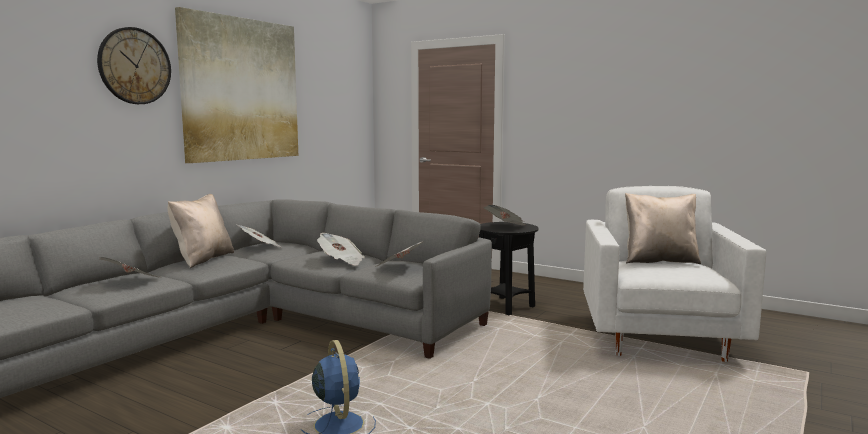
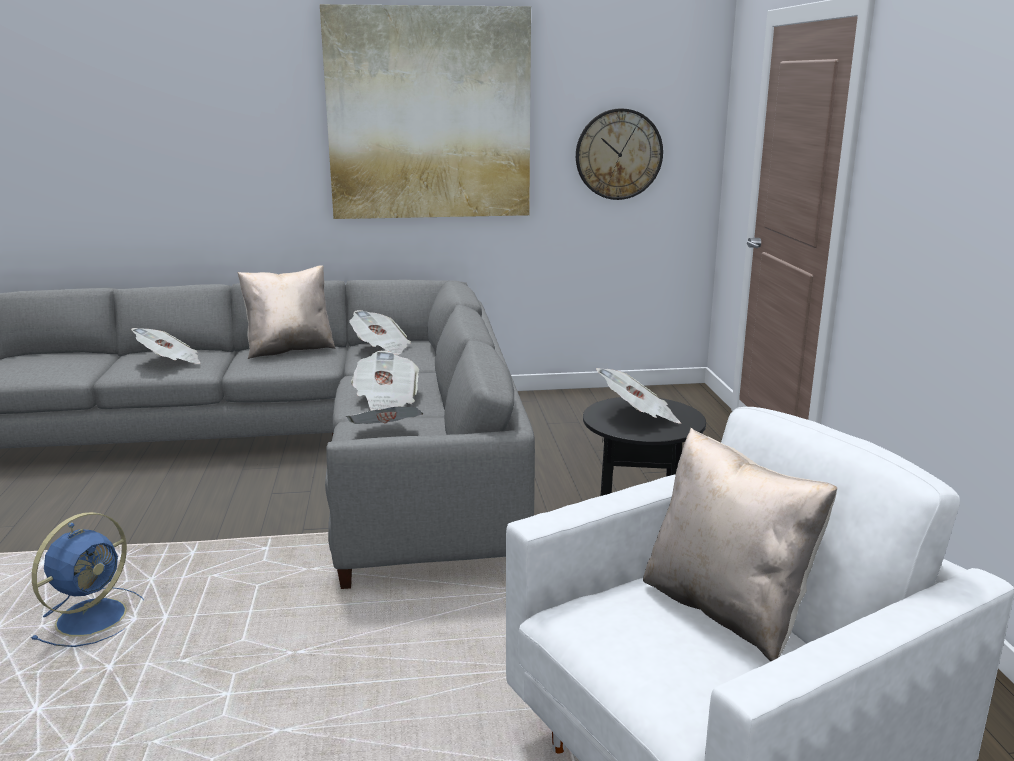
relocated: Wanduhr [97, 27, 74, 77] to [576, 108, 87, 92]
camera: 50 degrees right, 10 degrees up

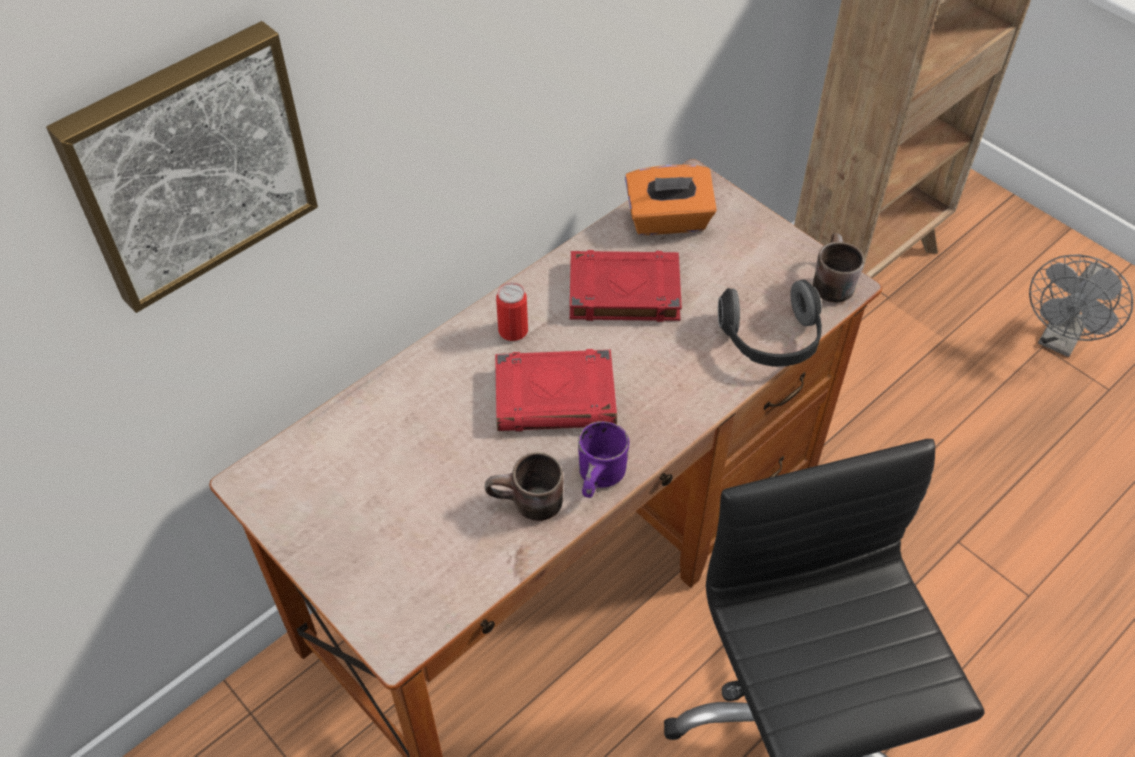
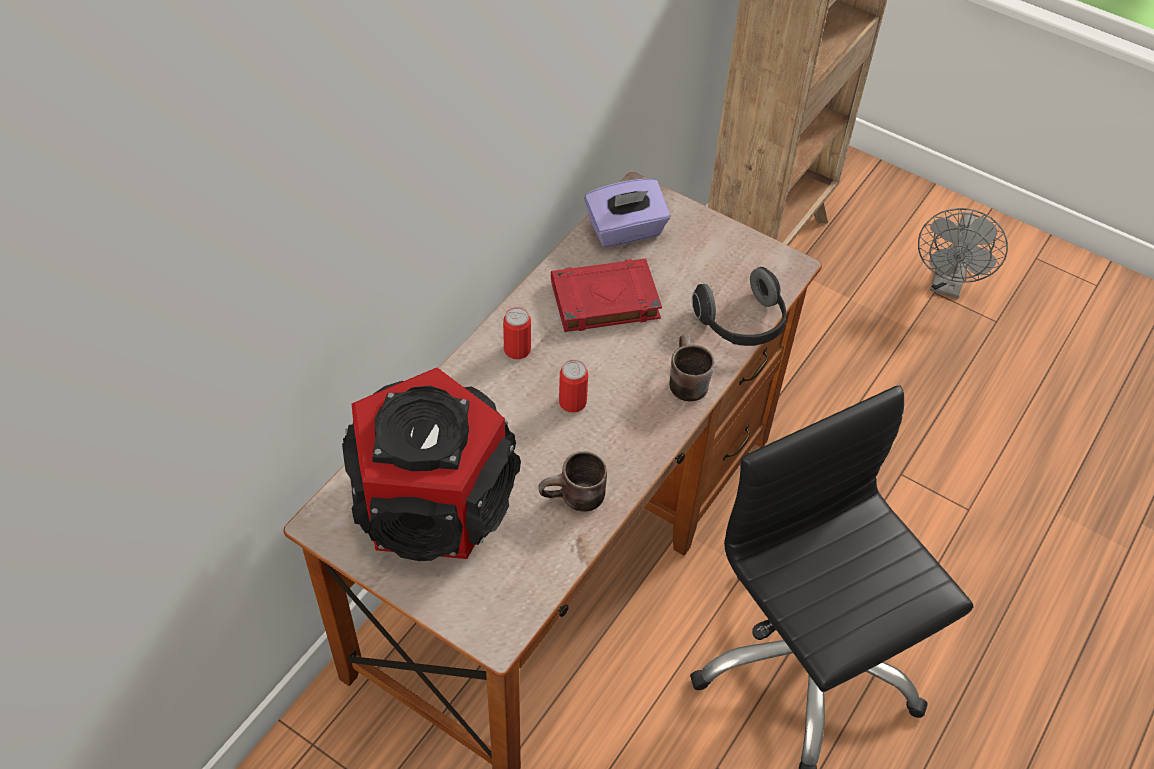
missing: Bild [46, 21, 272, 292]; Henkelbecher [lila] [578, 421, 51, 77]
appeared: Lautsprecher [342, 368, 179, 193]
relocated: Henkelbecher [braun] [813, 233, 51, 69] to [669, 335, 46, 66]
exchanged: Buch [rot] [495, 349, 122, 83] to Dose [559, 360, 29, 53]
colour: Taschentuchbox [orange] [625, 165, 92, 70] to Taschentuchbox [lila] [584, 179, 87, 69]
camera: 15 degrees left, 0 degrees up

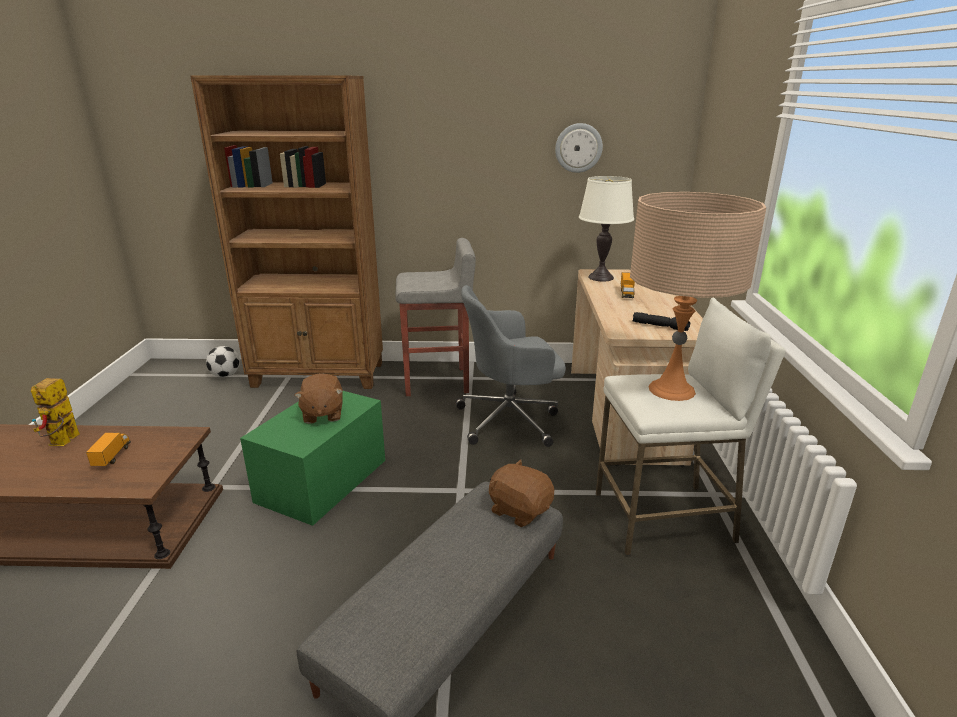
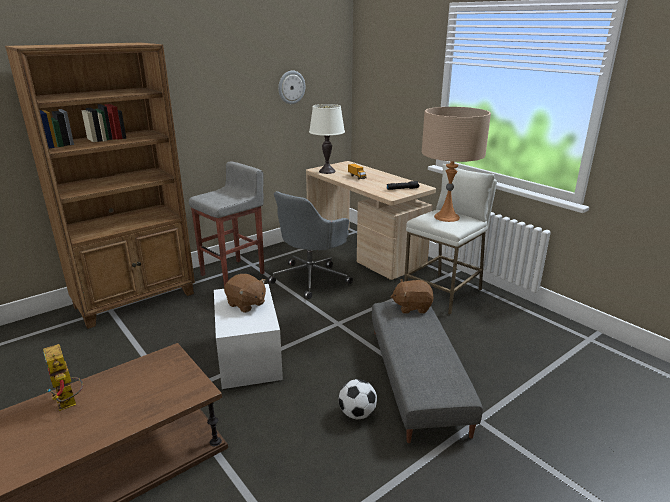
missing: Spielzeuglaster [86, 433, 45, 33]
relocated: Fußball [206, 346, 34, 31] to [339, 379, 38, 40]
colour: Aufbewahrungsbox [grün] [240, 391, 145, 135] to Aufbewahrungsbox [weiß] [214, 284, 69, 105]
camera: 40 degrees left, 0 degrees up

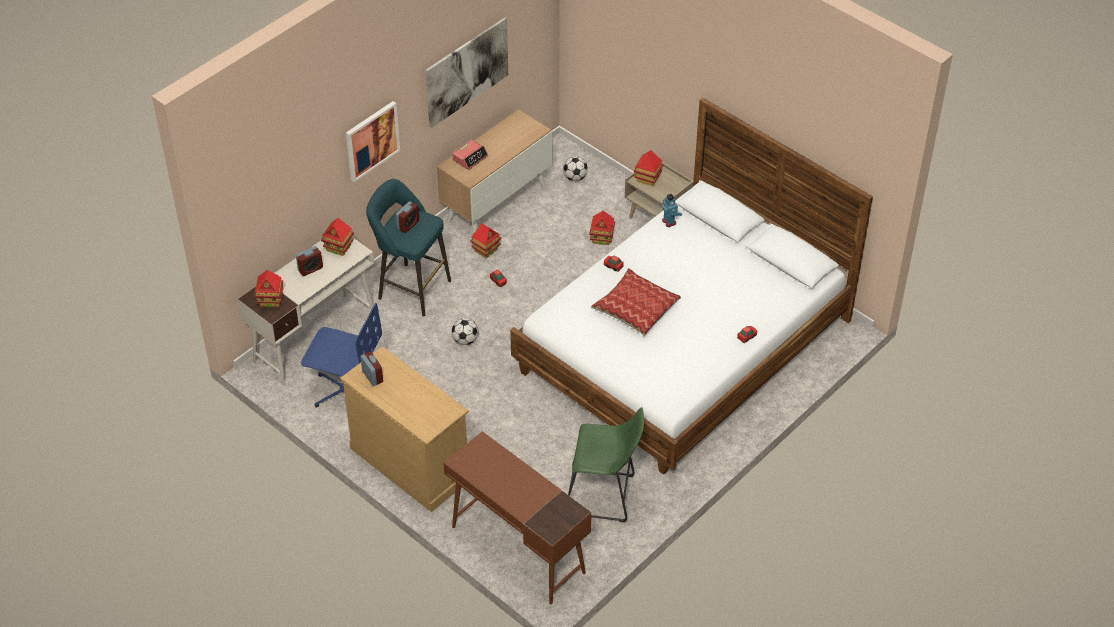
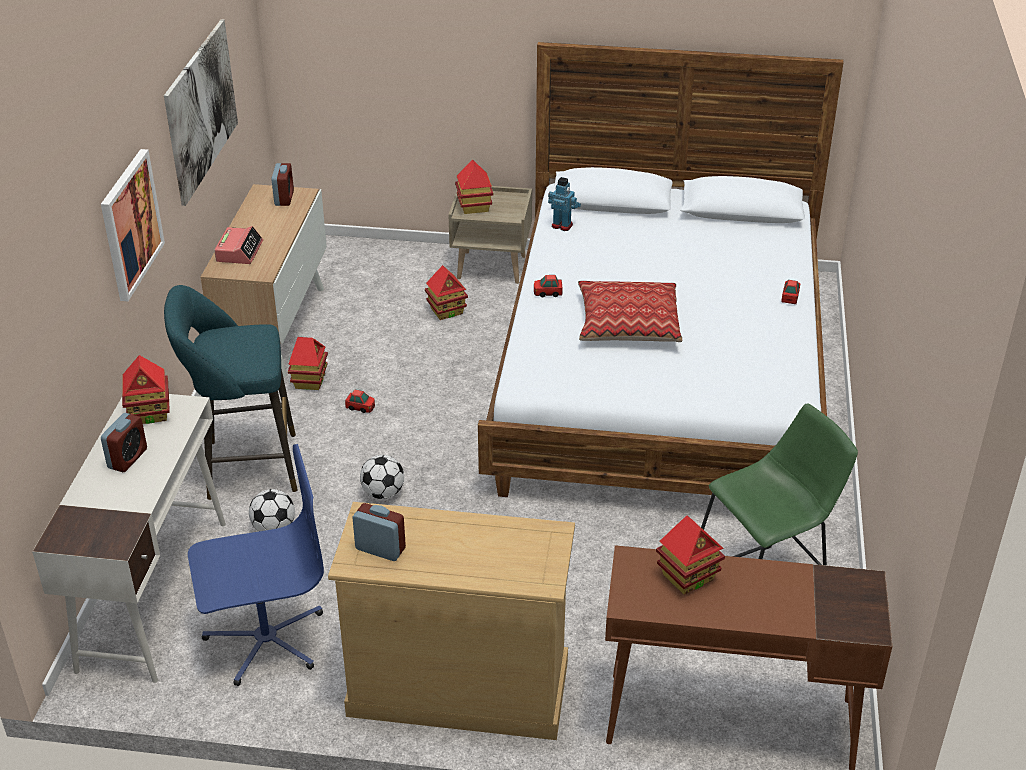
relocated: Fußball [563, 156, 25, 25] to [249, 489, 46, 42]; Wecker [396, 201, 23, 32] to [271, 163, 23, 43]; Spielzeughaus [254, 270, 29, 37] to [656, 515, 69, 80]
camera: 35 degrees left, 10 degrees down

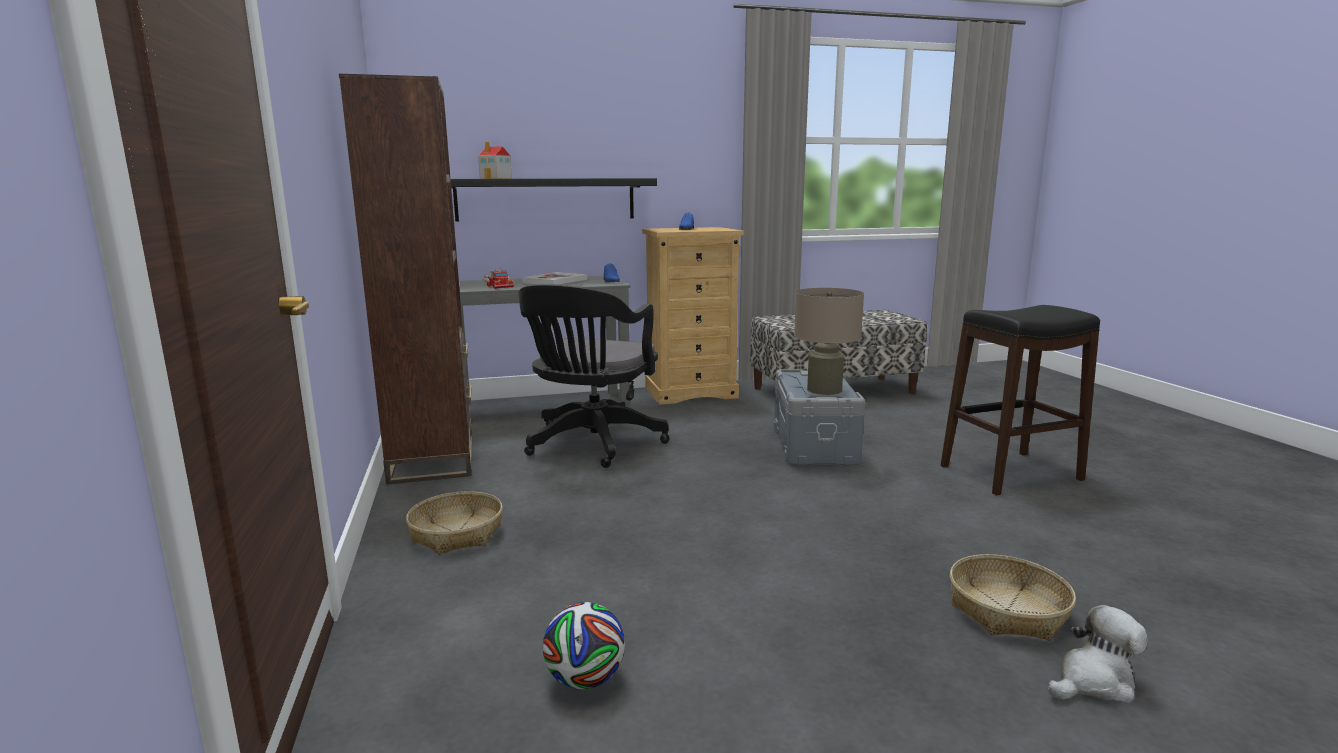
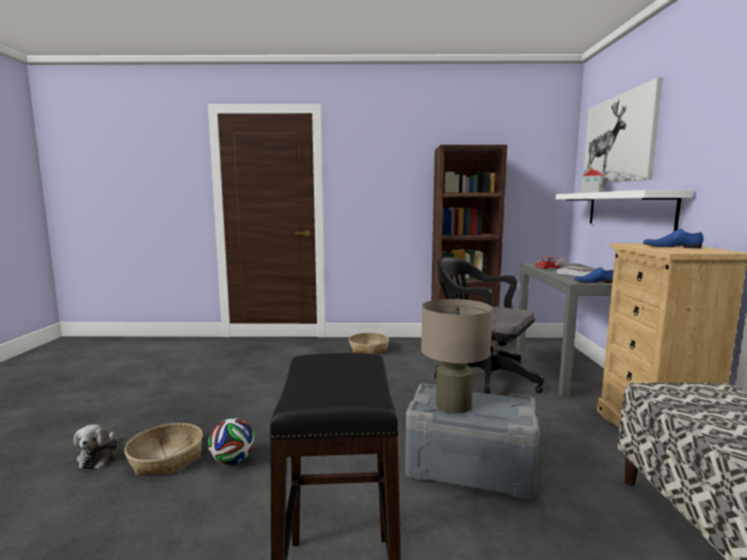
appeared: Bild [583, 77, 80, 106]
relocated: Fußball [543, 602, 82, 87] to [208, 418, 47, 47]
colour: Wandregal [schwarz] [451, 178, 206, 44] to Wandregal [weiß] [556, 190, 137, 41]
camera: 105 degrees right, 5 degrees down

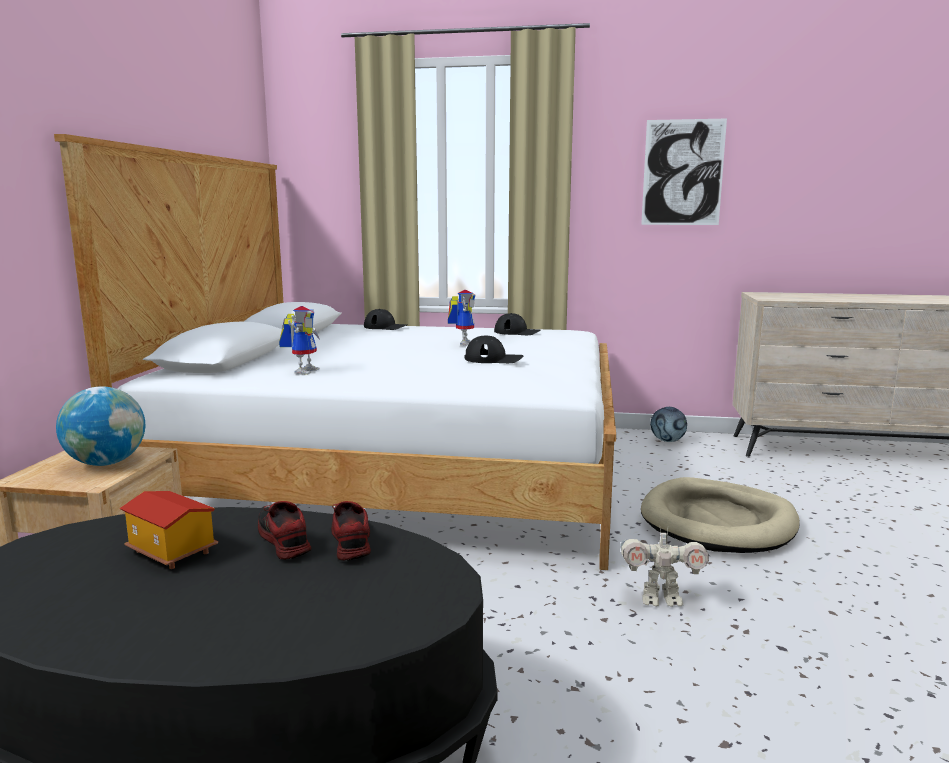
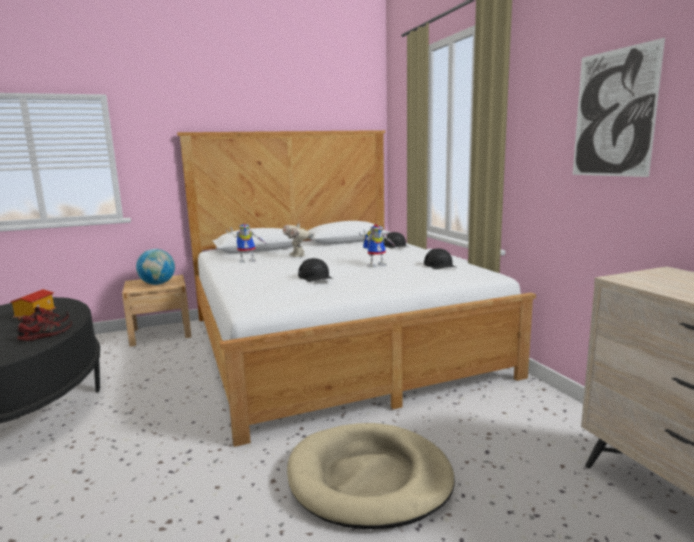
missing: Fußball [650, 407, 37, 35]
relocated: Spielzeugroboter [620, 529, 89, 78] to [283, 220, 30, 37]
camera: 60 degrees right, 0 degrees up

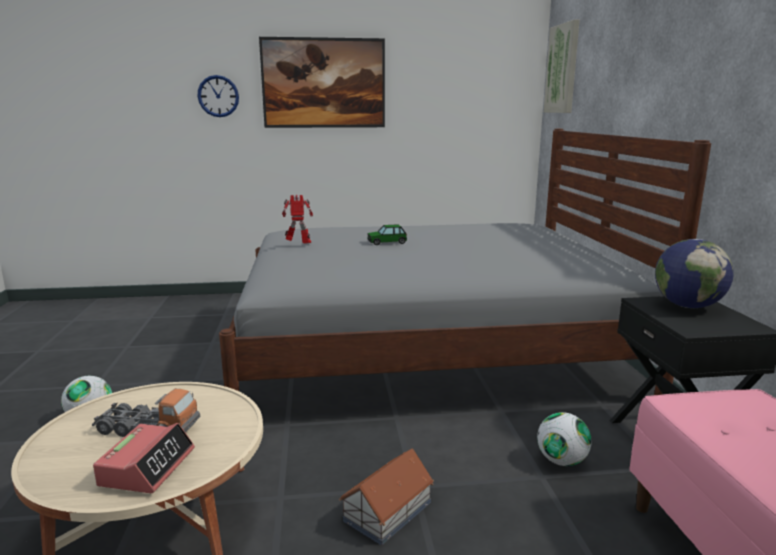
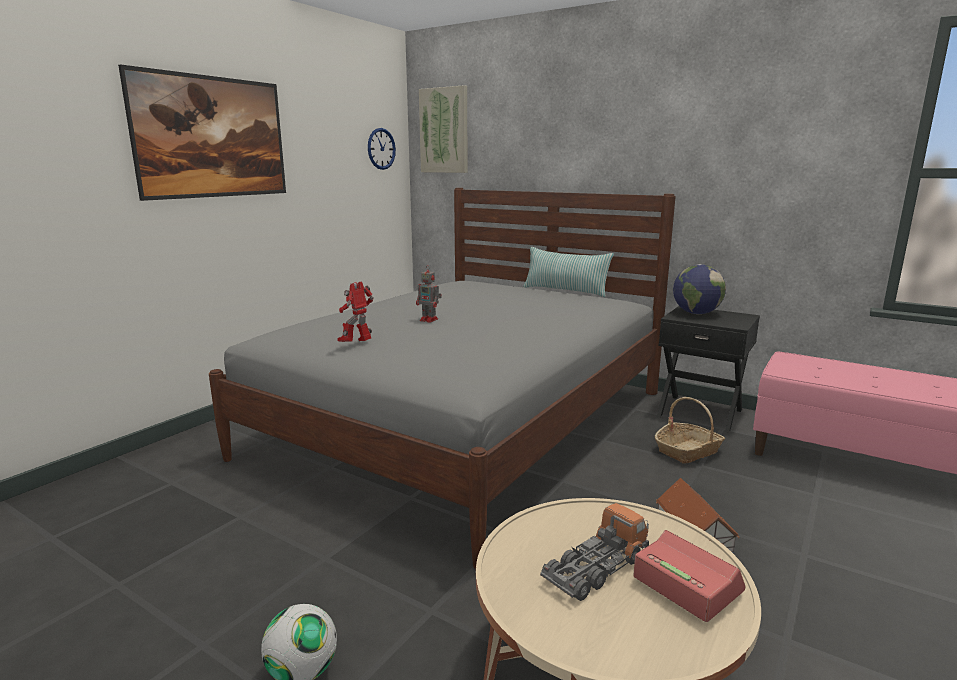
appeared: Kissen [523, 247, 91, 50]
relocated: Wanduhr [198, 75, 41, 42] to [368, 128, 28, 42]
exchanged: Spielzeugauto [367, 224, 40, 21] to Spielzeugroboter [416, 265, 26, 58]; Fußball [537, 412, 54, 54] to Korb [654, 397, 71, 67]
camera: 50 degrees left, 0 degrees up

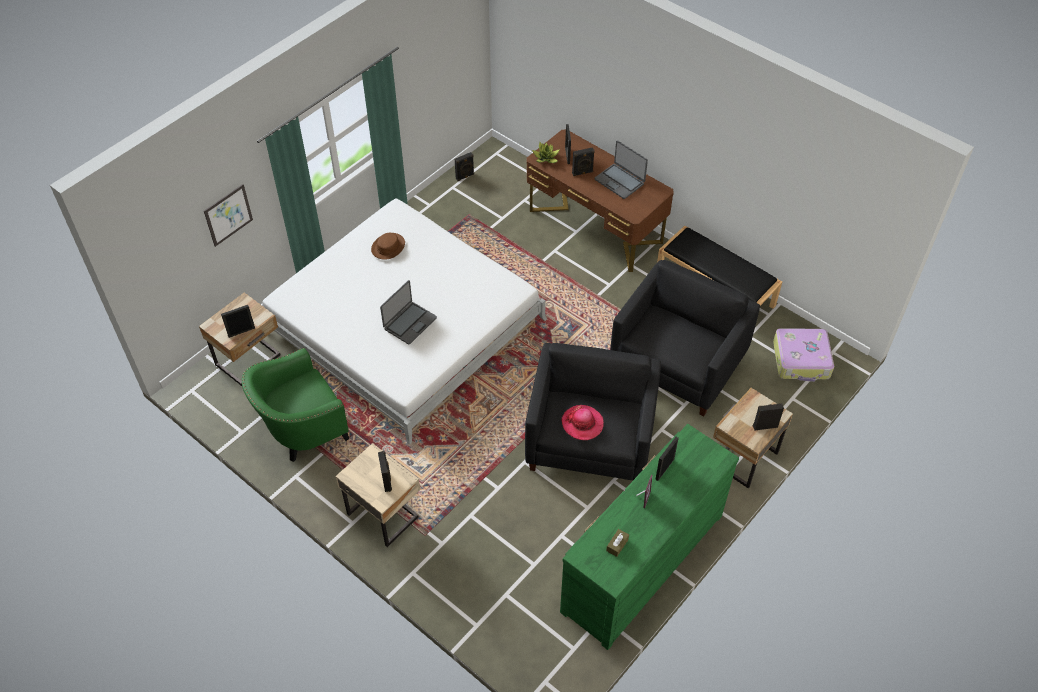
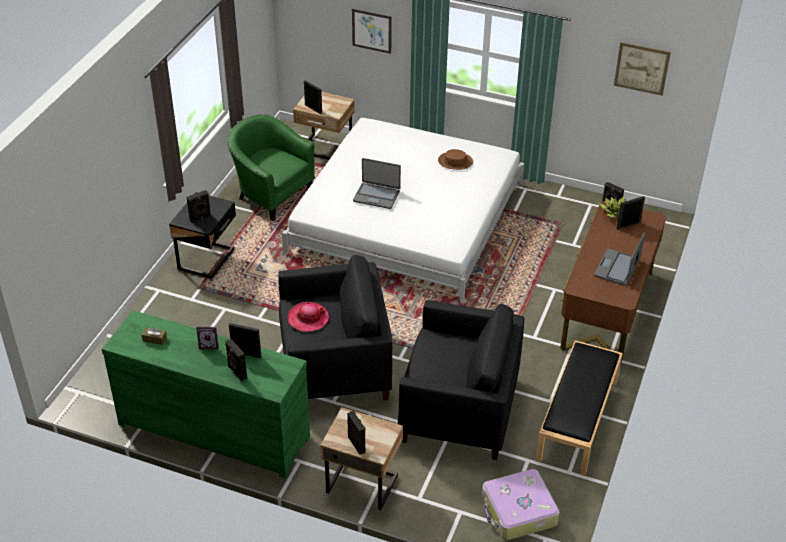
appeared: Bild [614, 42, 57, 54]
relocated: Lautsprecher [schwarz] [572, 147, 23, 29] to [225, 339, 22, 42]
colour: Nachttisch [beige] [336, 443, 84, 104] to Nachttisch [schwarz] [169, 192, 67, 87]
camera: 70 degrees right, 10 degrees down

